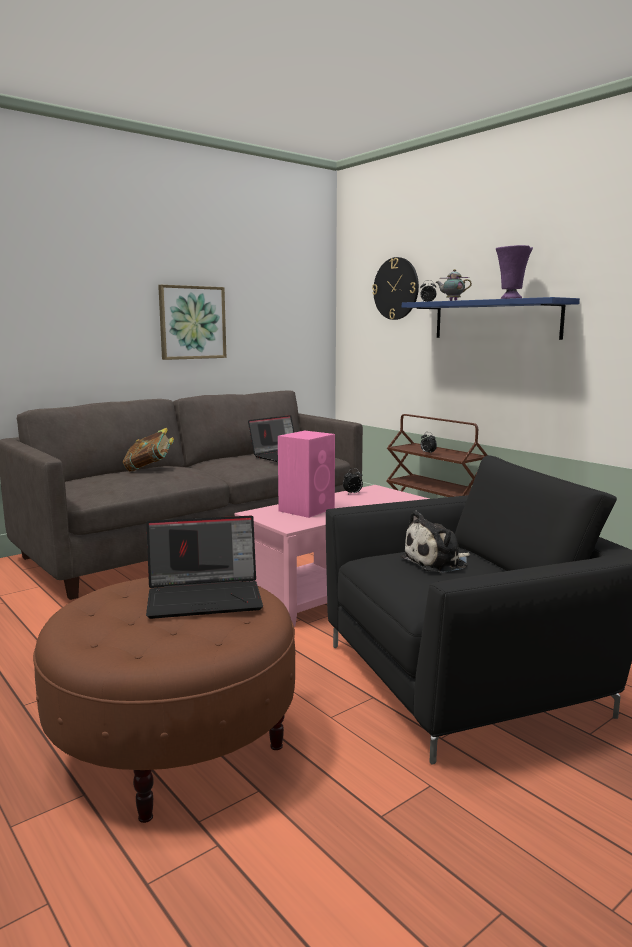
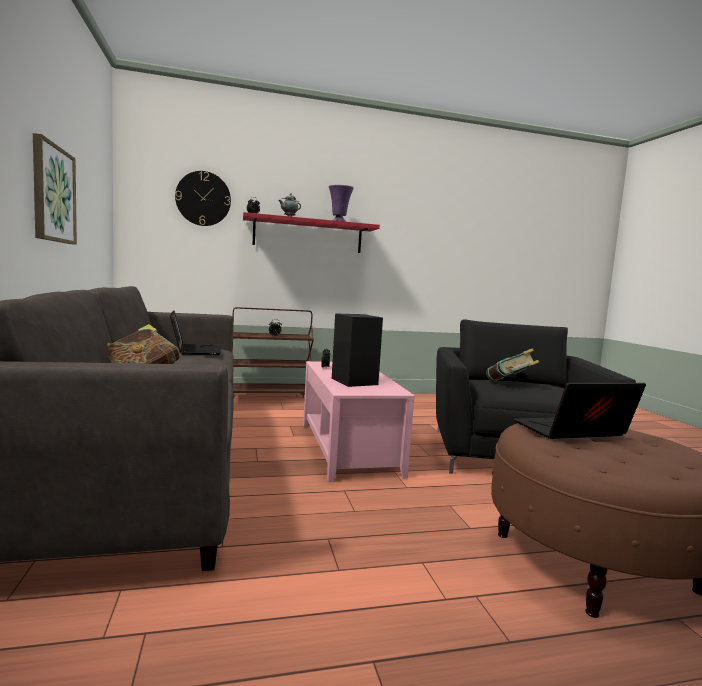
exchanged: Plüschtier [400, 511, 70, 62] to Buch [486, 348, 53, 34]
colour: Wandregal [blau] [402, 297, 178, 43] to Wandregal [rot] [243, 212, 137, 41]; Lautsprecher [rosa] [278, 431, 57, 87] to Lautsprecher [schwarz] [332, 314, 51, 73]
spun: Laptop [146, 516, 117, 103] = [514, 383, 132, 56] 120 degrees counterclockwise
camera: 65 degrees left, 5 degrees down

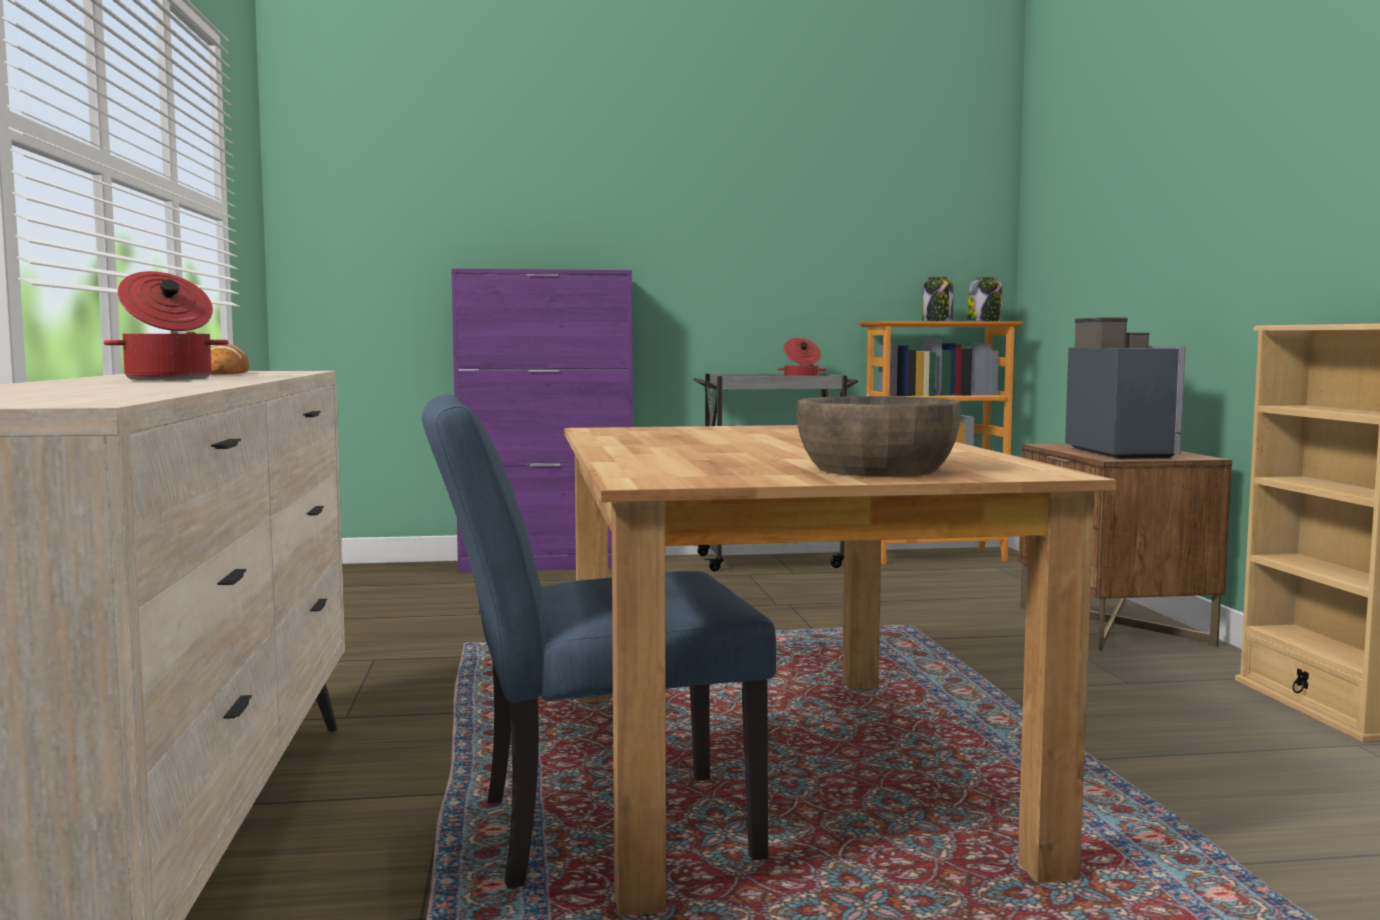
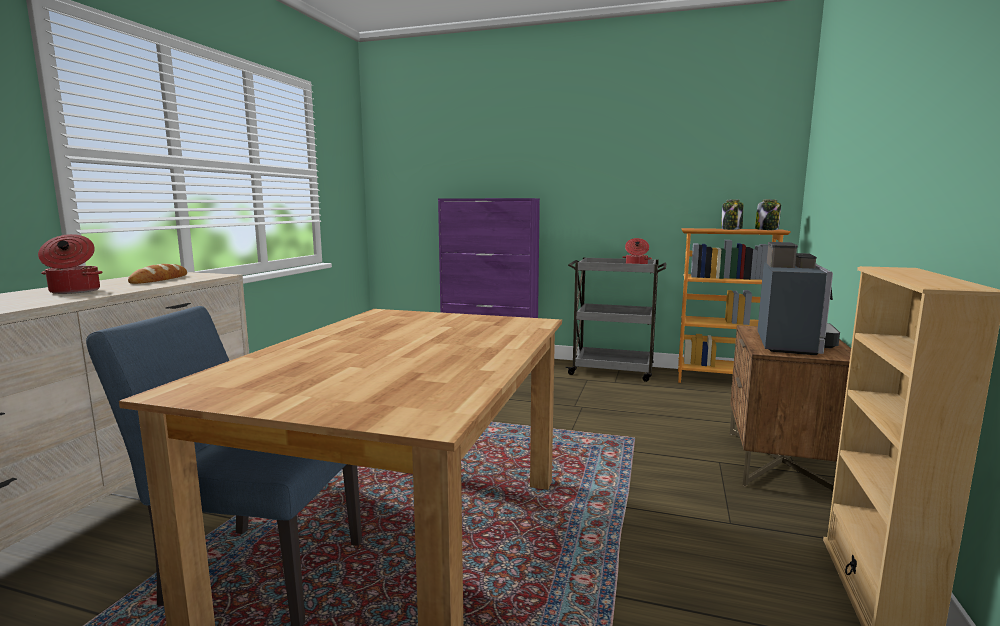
missing: Schüssel [braun] [797, 396, 164, 81]
camera: 25 degrees right, 5 degrees up

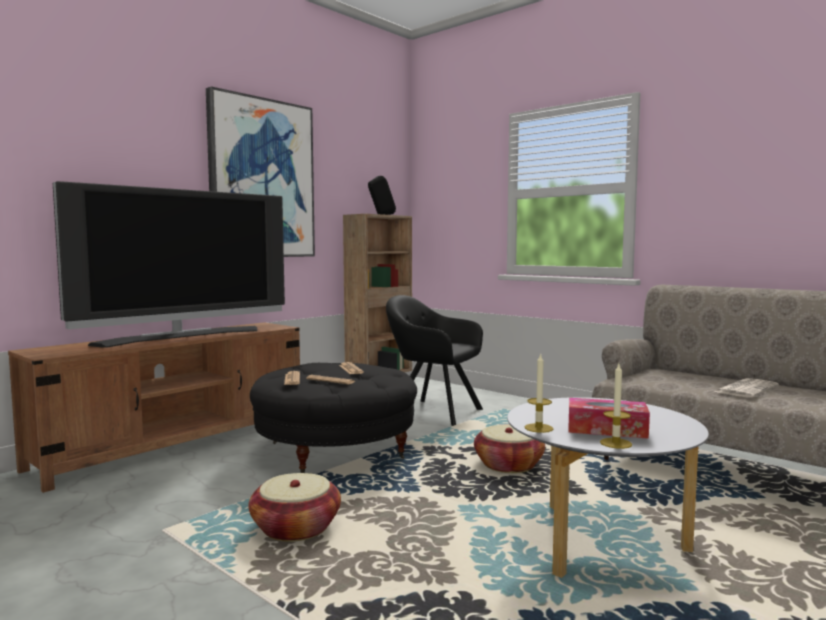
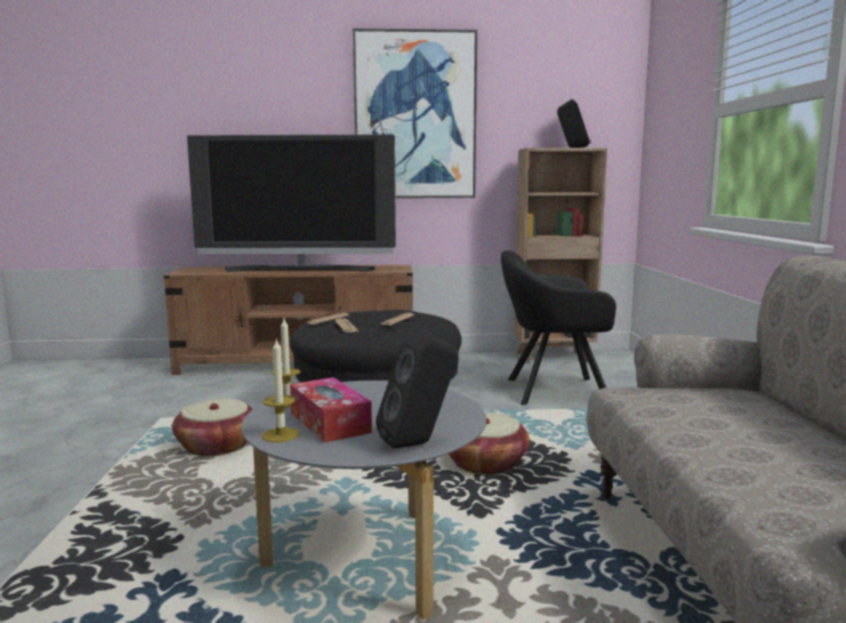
missing: Zeitung [714, 378, 65, 20]
appeared: Lautsprecher [schwarz] [376, 328, 82, 121]
spun: Sessel [schwarz] [386, 295, 97, 131] = [501, 251, 115, 154] 75 degrees counterclockwise
camera: 45 degrees right, 5 degrees up

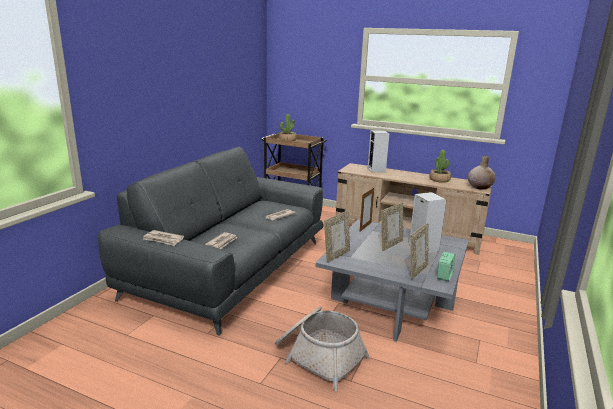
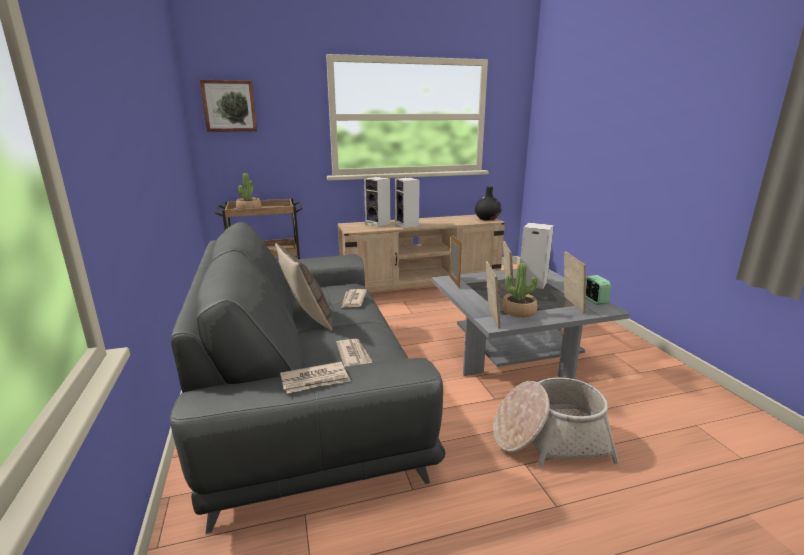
appeared: Bild [200, 80, 57, 52]; Kissen [275, 243, 58, 88]; Lautsprecher [395, 178, 25, 50]
relocated: Topfpflanze [430, 150, 21, 33] to [502, 263, 36, 55]
colour: Vase [beige] [468, 156, 28, 34] to Vase [schwarz] [475, 186, 27, 35]
camera: 40 degrees left, 0 degrees up

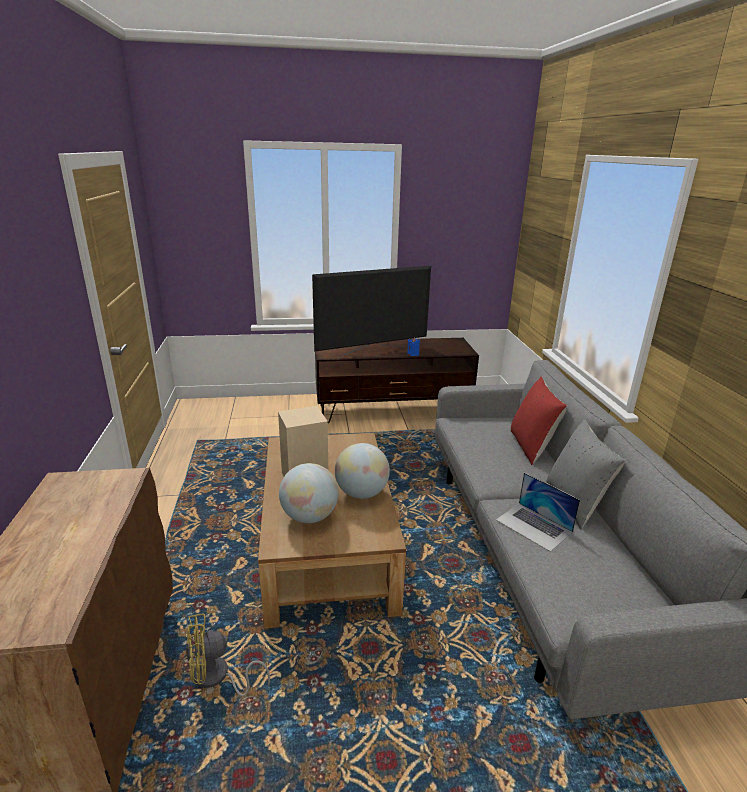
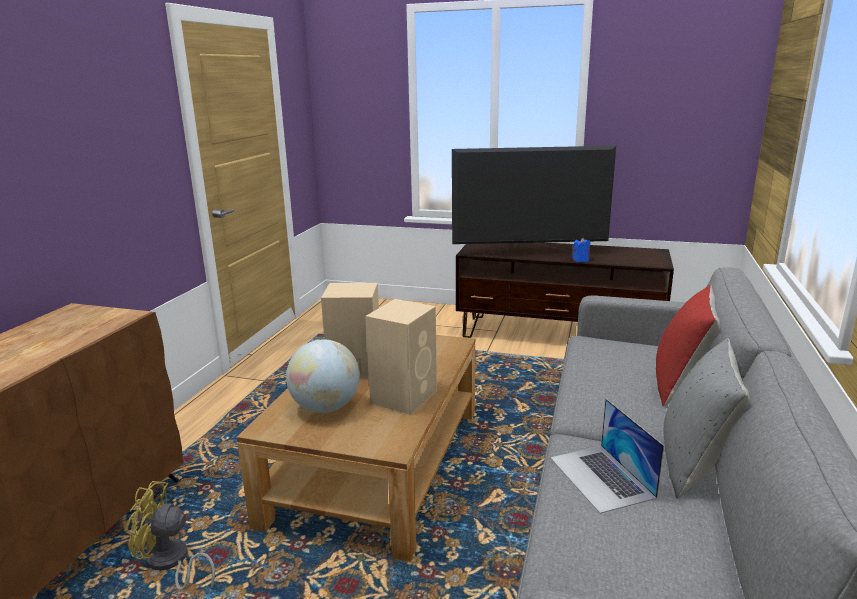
exchanged: Globus [335, 443, 55, 56] to Lautsprecher [beige] [365, 299, 72, 116]
camera: 25 degrees right, 5 degrees down

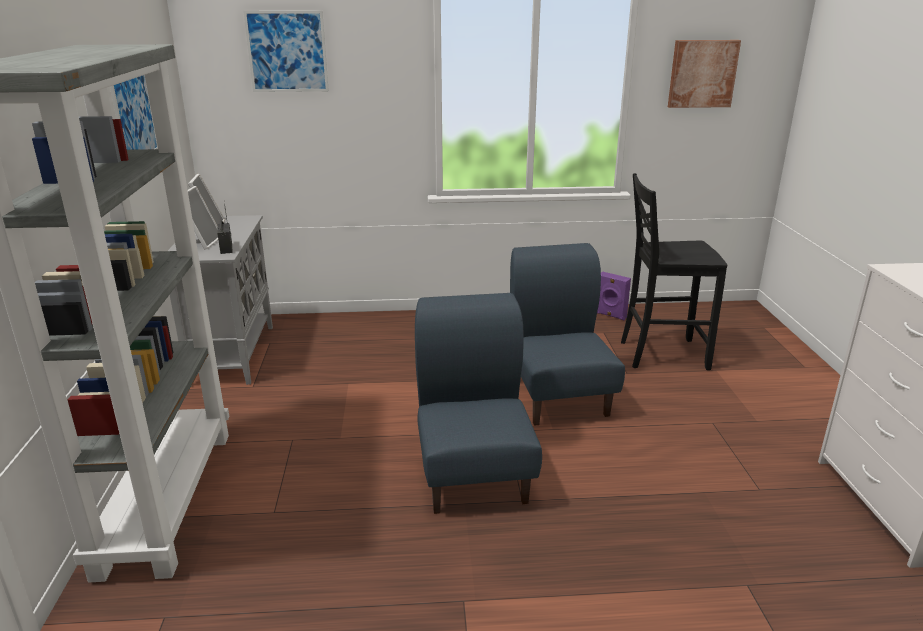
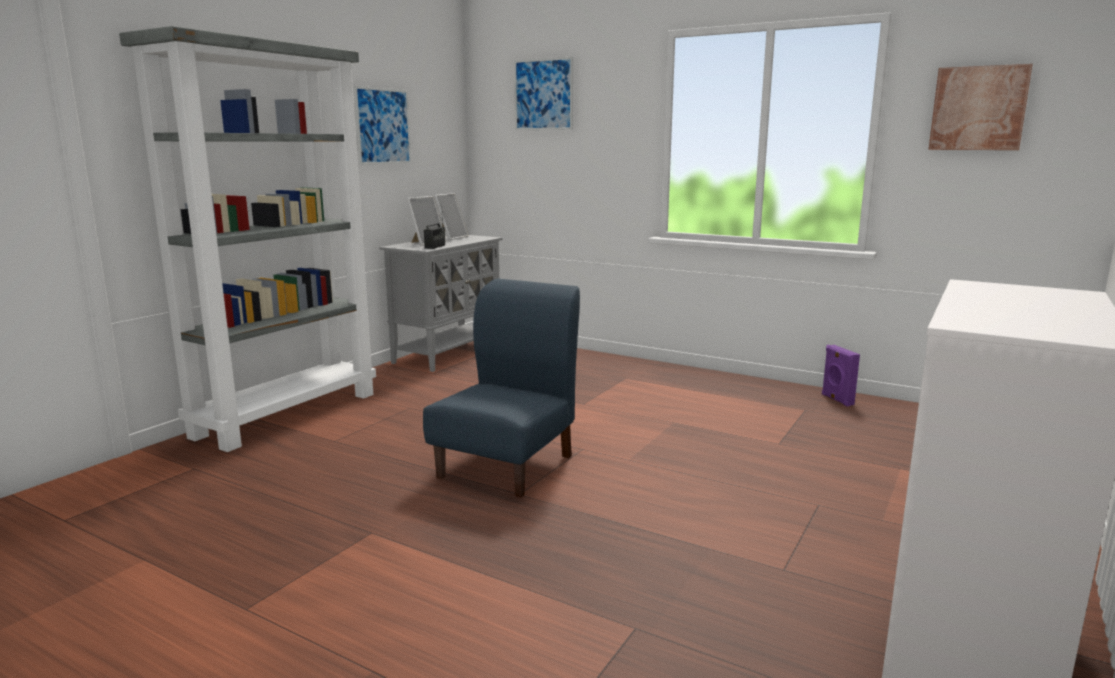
missing: Stuhl [blau] [510, 243, 115, 183]; Stuhl [schwarz] [621, 173, 106, 197]
camera: 35 degrees right, 10 degrees down

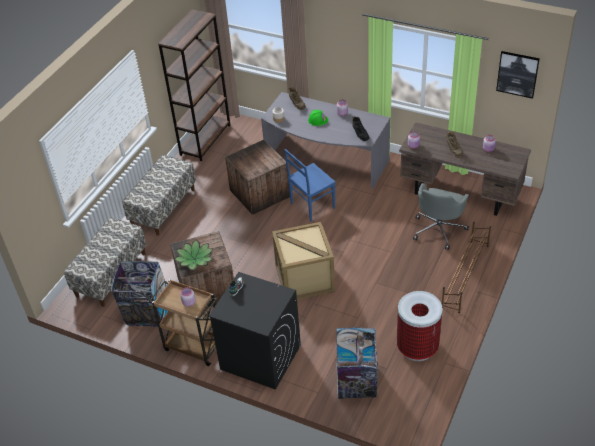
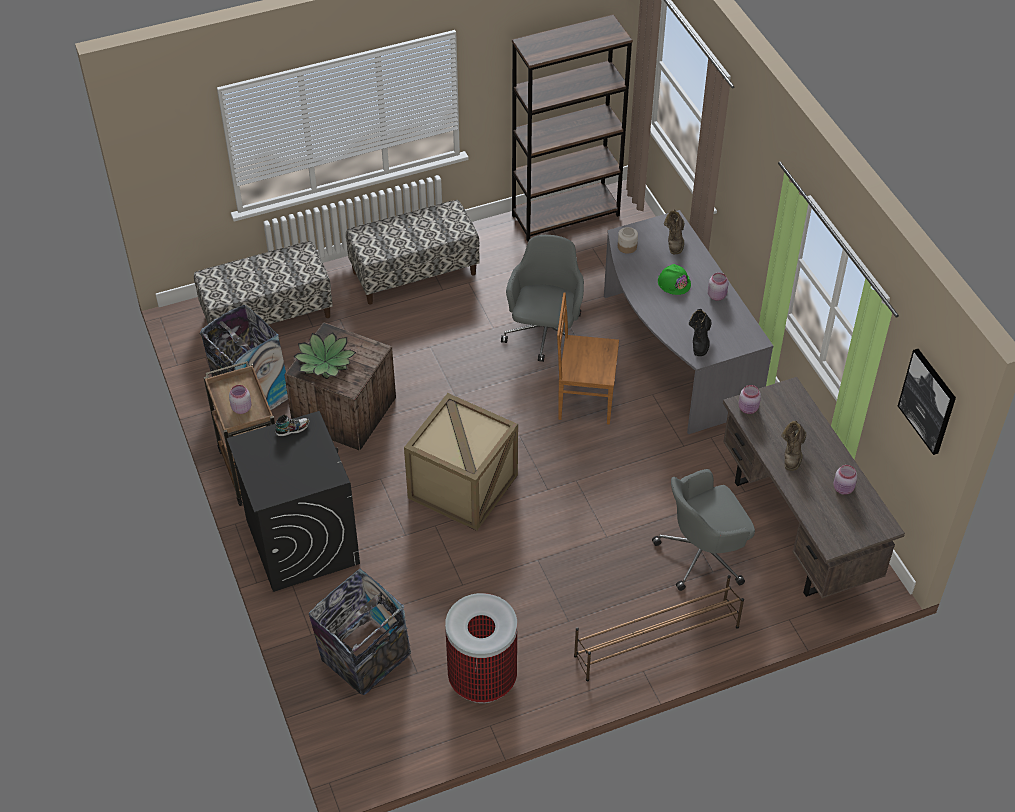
exchanged: Kiste [225, 140, 65, 75] to Bürostuhl [grau] [501, 235, 83, 127]
colour: Stuhl [blau] [284, 149, 52, 72] to Stuhl [braun] [557, 292, 62, 133]
camera: 40 degrees right, 5 degrees up

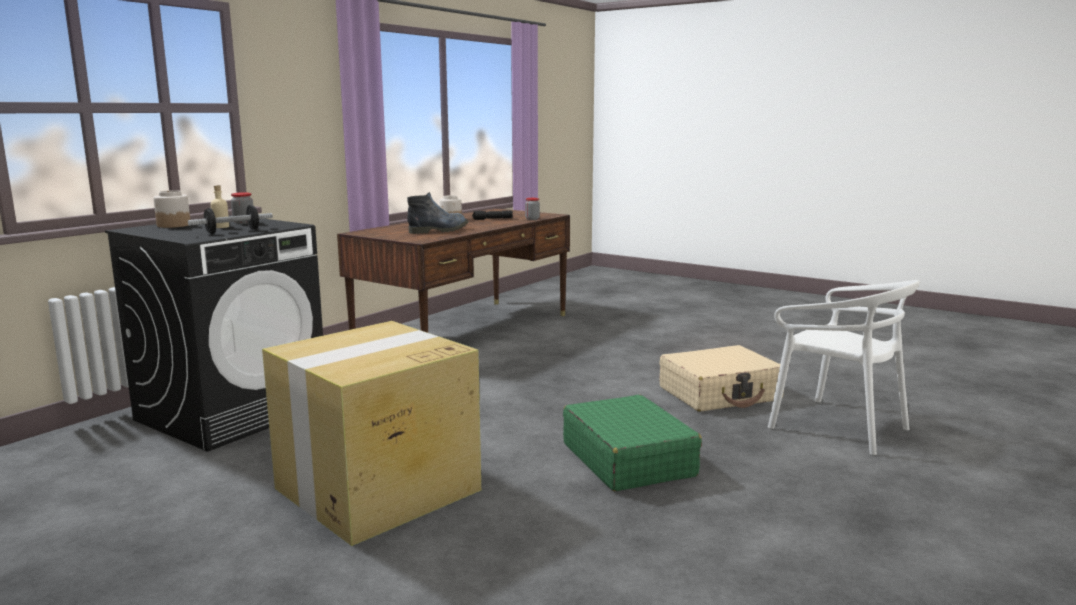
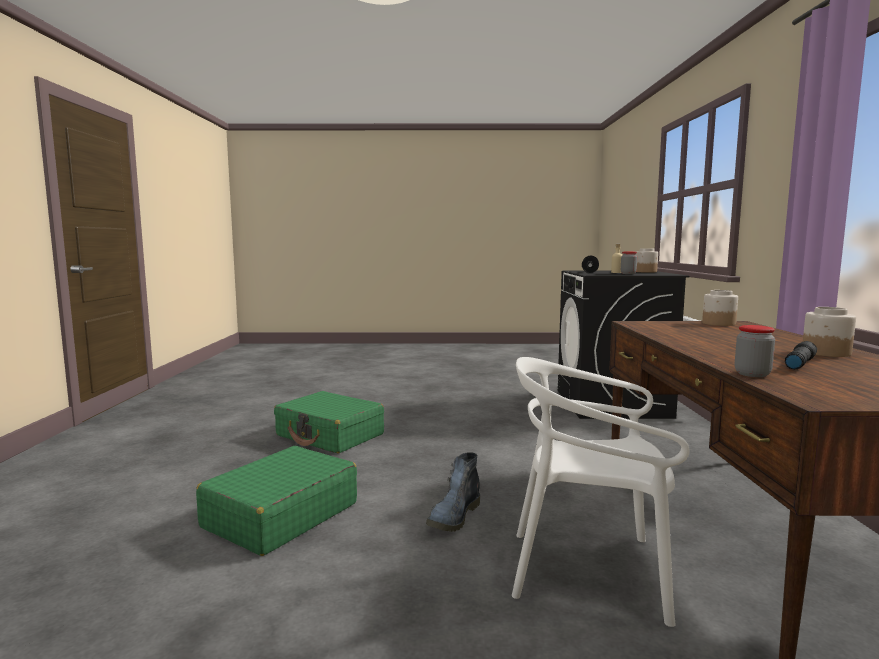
missing: Karton [262, 321, 219, 225]
appeared: Vorratsglas [702, 290, 36, 36]
relocated: Stiefel [407, 192, 61, 42] to [426, 452, 54, 80]; Stuhl [weiß] [768, 280, 152, 175] to [512, 357, 178, 270]
colour: Koffer [beige] [659, 345, 125, 67] to Koffer [grün] [196, 446, 161, 110]
camera: 145 degrees right, 5 degrees down

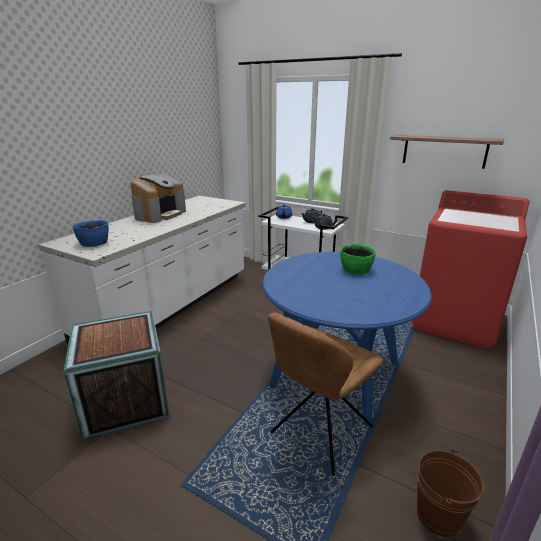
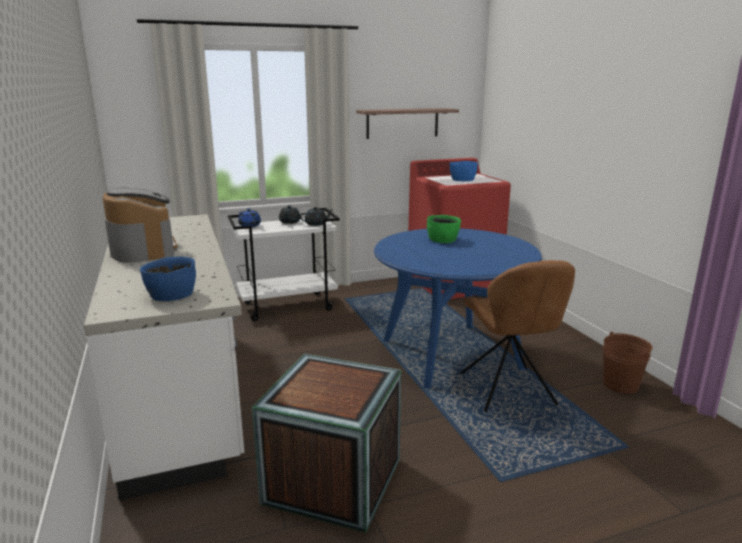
appeared: Schüssel [blau] [449, 161, 29, 20]
camera: 50 degrees left, 5 degrees down

